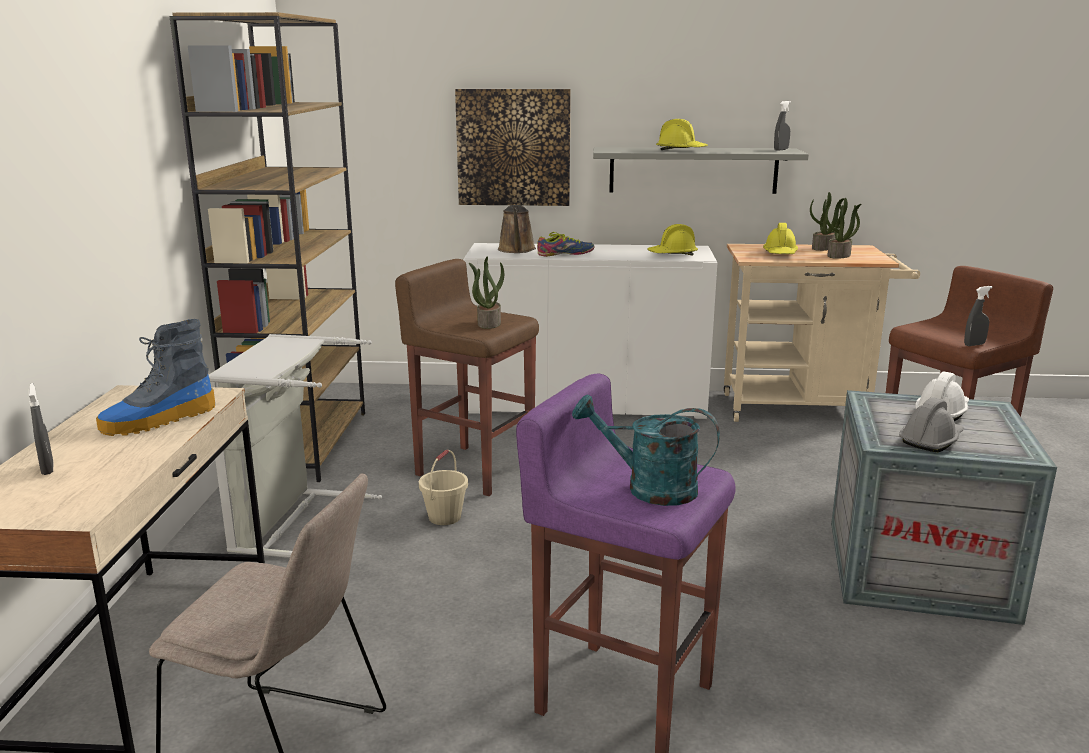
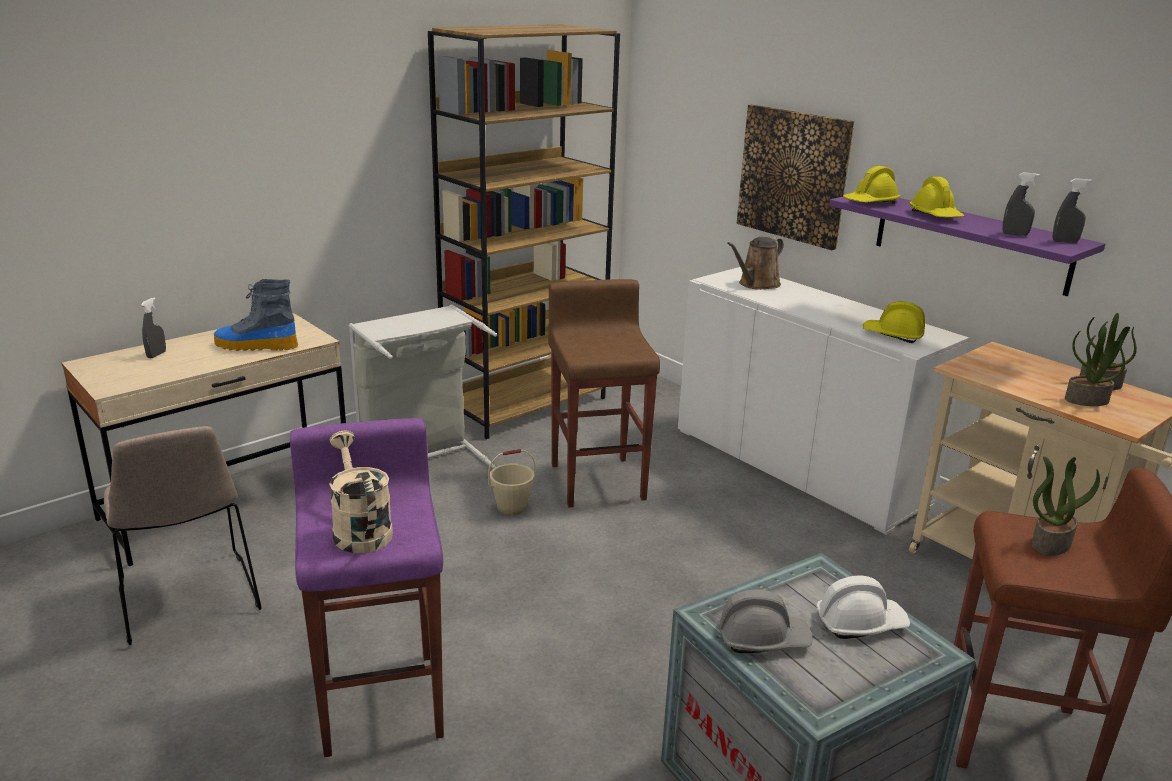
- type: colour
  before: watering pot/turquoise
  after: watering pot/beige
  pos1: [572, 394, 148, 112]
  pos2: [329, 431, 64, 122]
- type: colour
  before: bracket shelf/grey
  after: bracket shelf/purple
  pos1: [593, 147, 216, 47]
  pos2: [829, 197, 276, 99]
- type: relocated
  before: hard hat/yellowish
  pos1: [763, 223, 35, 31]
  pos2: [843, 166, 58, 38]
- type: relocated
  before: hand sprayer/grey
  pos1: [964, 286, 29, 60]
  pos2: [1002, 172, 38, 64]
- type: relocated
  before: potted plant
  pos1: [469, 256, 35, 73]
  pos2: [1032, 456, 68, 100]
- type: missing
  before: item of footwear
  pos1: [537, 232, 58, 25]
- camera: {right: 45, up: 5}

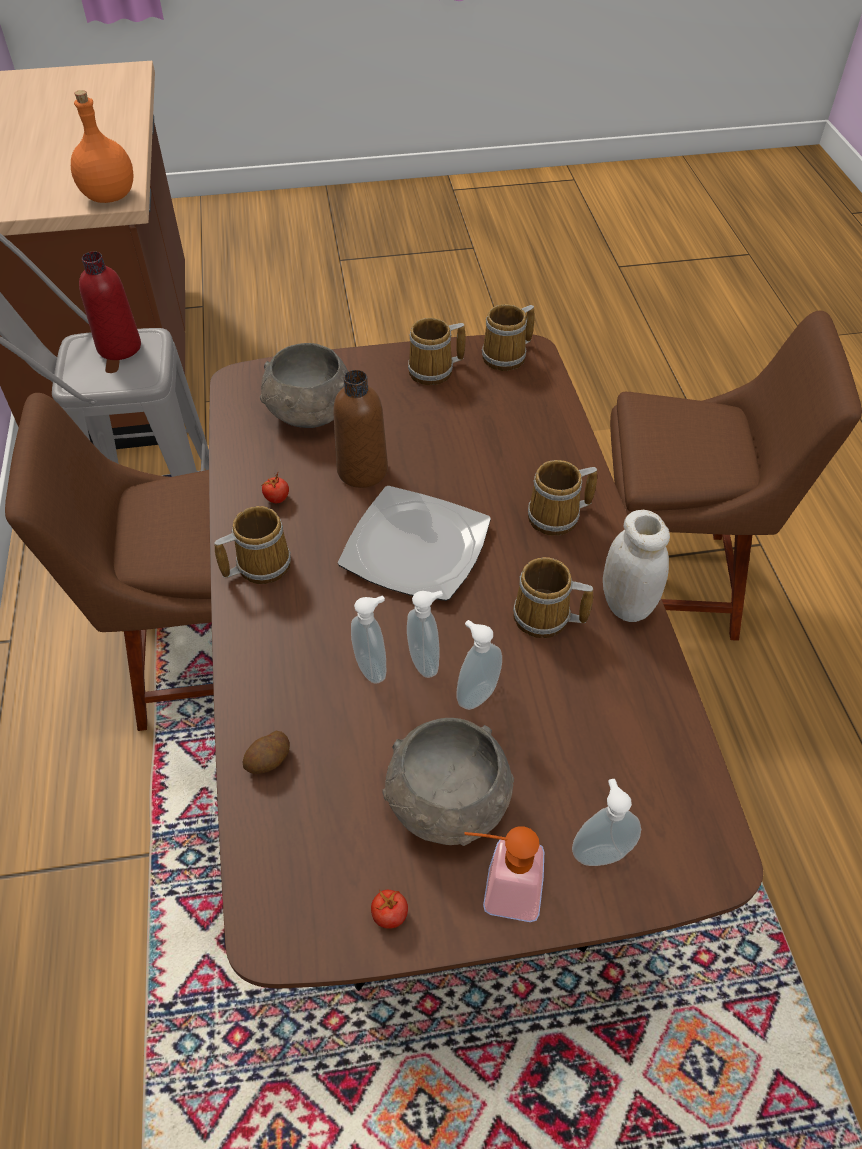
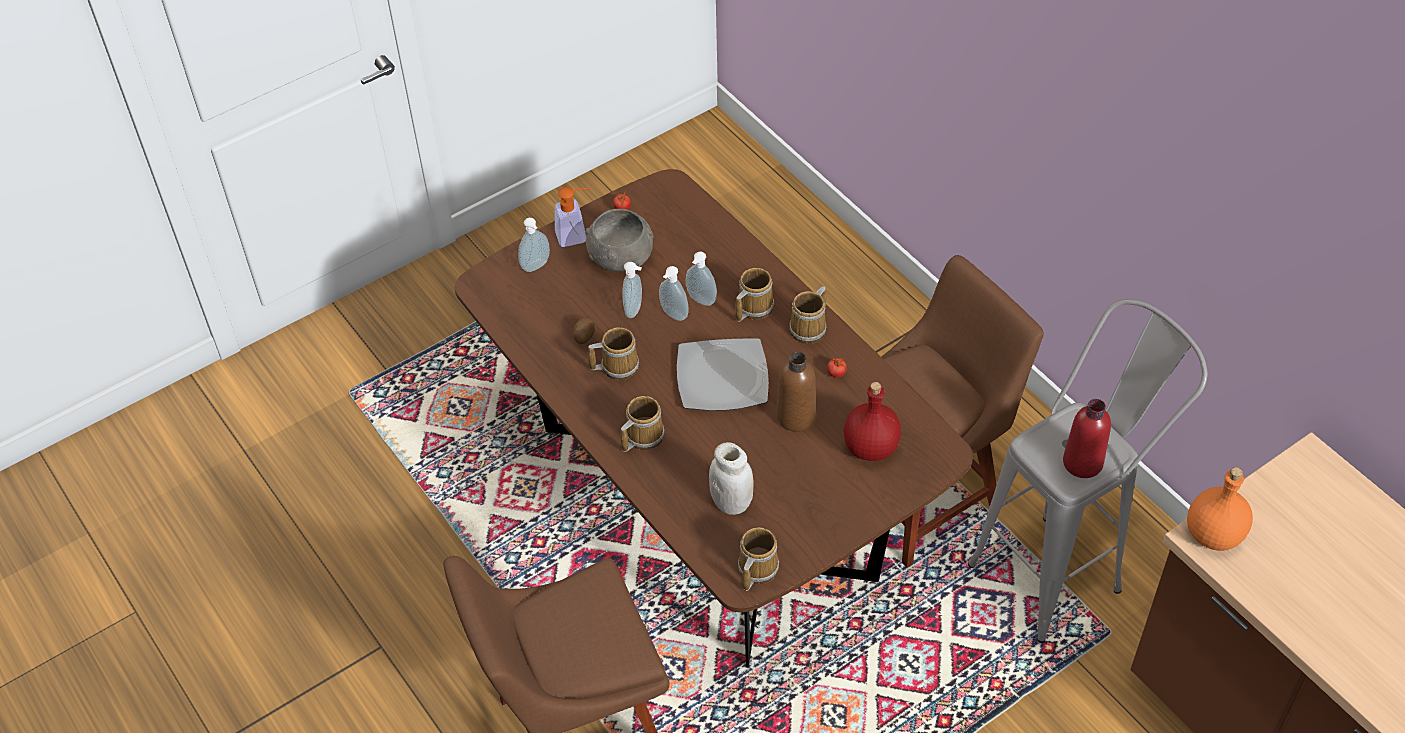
- type: relocated
  before: spud
  pos1: [243, 731, 47, 43]
  pos2: [573, 317, 22, 27]
- type: relocated
  before: preserve jar/white
  pos1: [603, 510, 67, 112]
  pos2: [709, 442, 44, 73]
- type: relocated
  before: mug
  pos1: [408, 318, 58, 67]
  pos2: [735, 268, 39, 54]
- type: exchanged
  before: deep dish/grey
  after: beverage bottle/red-coloured
  pos1: [260, 343, 88, 85]
  pos2: [844, 382, 57, 79]
- camera: {right: 155, up: 0}

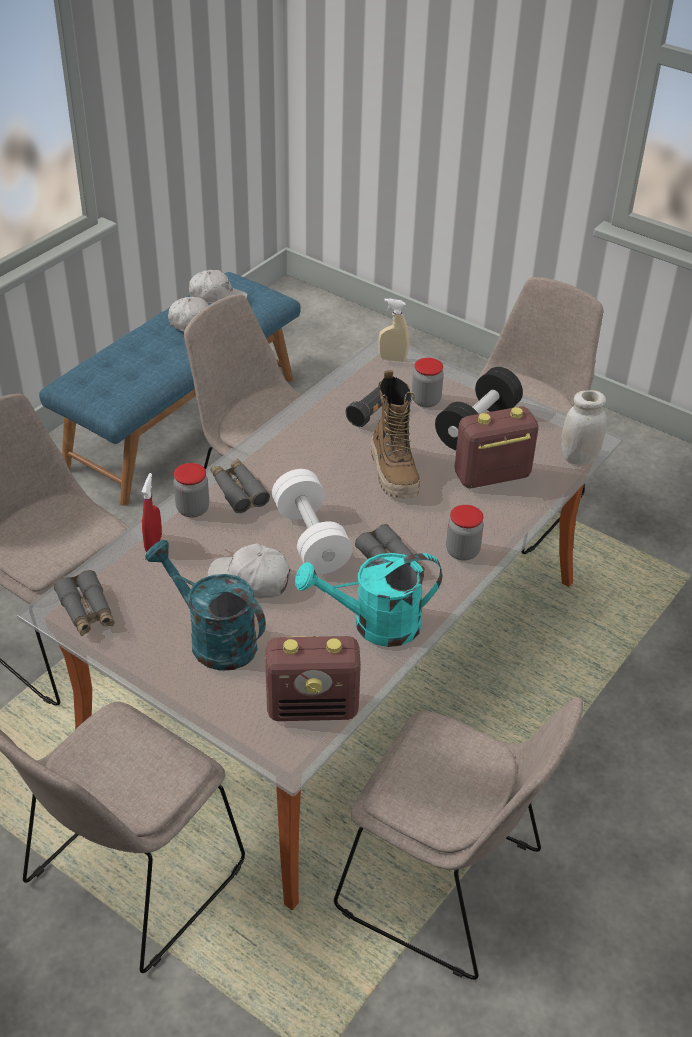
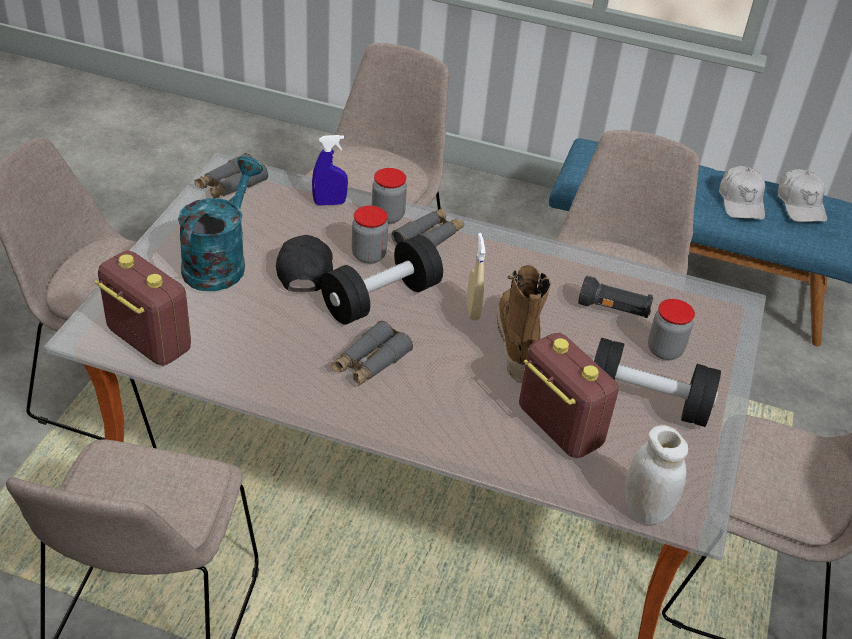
- type: spun
  before: radio
  pos1: [266, 636, 95, 85]
  pos2: [95, 250, 96, 116]
  turn: 150
- type: colour
  before: cap/white
  after: cap/black-coloured
  pos1: [208, 543, 83, 55]
  pos2: [276, 235, 57, 57]
- type: colour
  before: hand sprayer/red-coloured
  after: hand sprayer/blue-coloured
  pos1: [142, 473, 20, 79]
  pos2: [312, 135, 36, 70]
- type: colour
  before: free weight/white
  after: free weight/black-coloured
  pos1: [272, 469, 80, 105]
  pos2: [321, 235, 122, 90]
- type: relocated
  before: preserve jar
  pos1: [446, 505, 38, 56]
  pos2: [352, 206, 36, 58]
- type: relocated
  before: hand sprayer/beige
  pos1: [378, 298, 31, 64]
  pos2: [467, 233, 19, 87]
- type: spun
  before: high-top boot
  pos1: [371, 370, 49, 128]
  pos2: [497, 265, 54, 118]
  turn: 120
- type: missing
  before: watering pot/turquoise
  pos1: [295, 553, 147, 94]
- camera: {right: 70, up: 0}

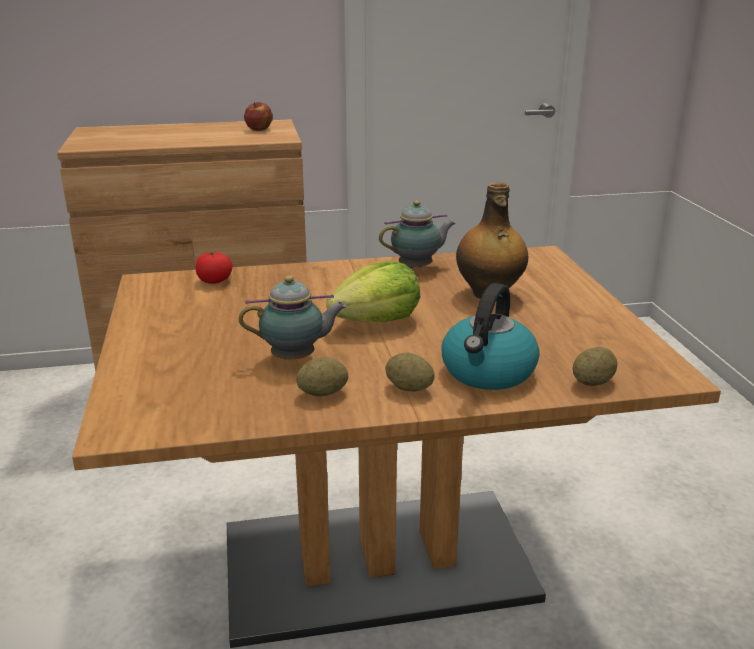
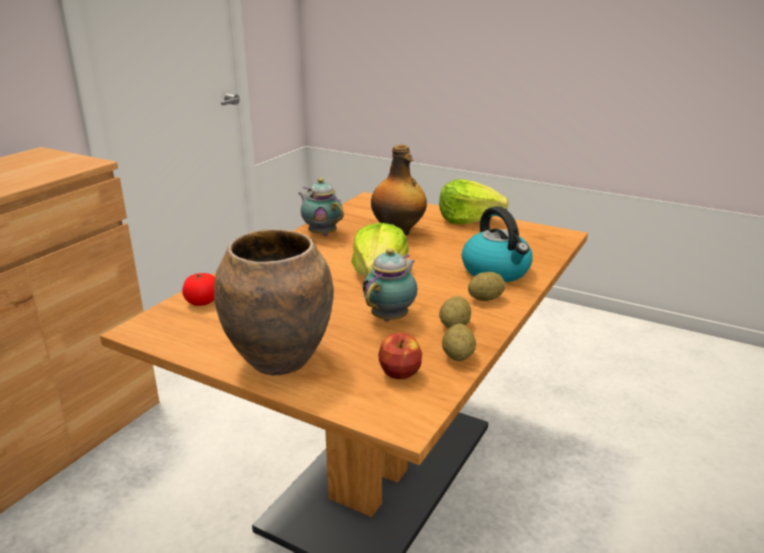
- type: appeared
  after: flower vase/brownish
  pos2: [214, 229, 119, 147]
- type: spun
  before: teapot
  pos1: [379, 200, 77, 69]
  pos2: [298, 178, 46, 58]
  turn: -60
- type: relocated
  before: whole apple
  pos1: [244, 102, 29, 29]
  pos2: [378, 333, 44, 46]
- type: appeared
  after: head of lettuce
  pos2: [439, 179, 70, 45]
- type: relocated
  before: spud
  pos1: [573, 347, 44, 39]
  pos2: [442, 323, 34, 38]
- camera: {right: -50, up: 0}

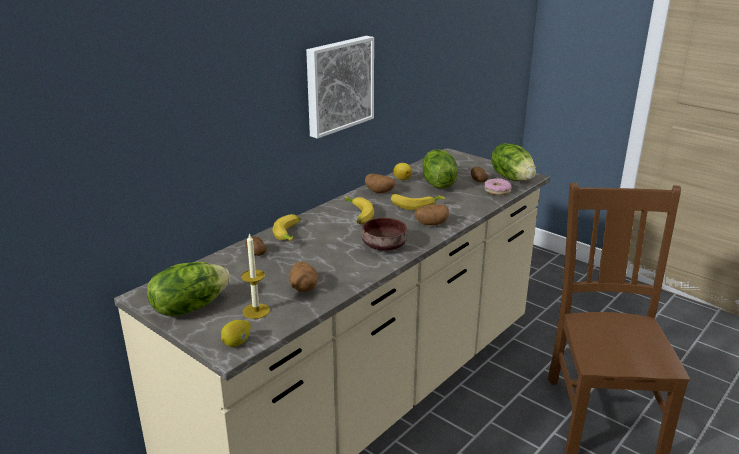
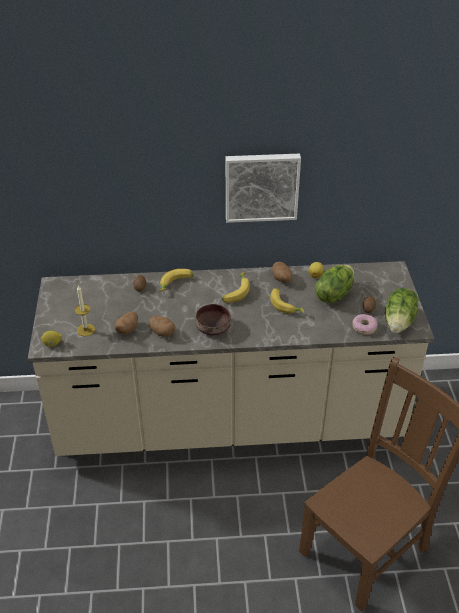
- type: relocated
  before: spud
  pos1: [414, 204, 35, 21]
  pos2: [149, 316, 26, 21]
- type: missing
  before: head of lettuce
  pos1: [147, 262, 83, 54]
- camera: {right: 45, up: 15}

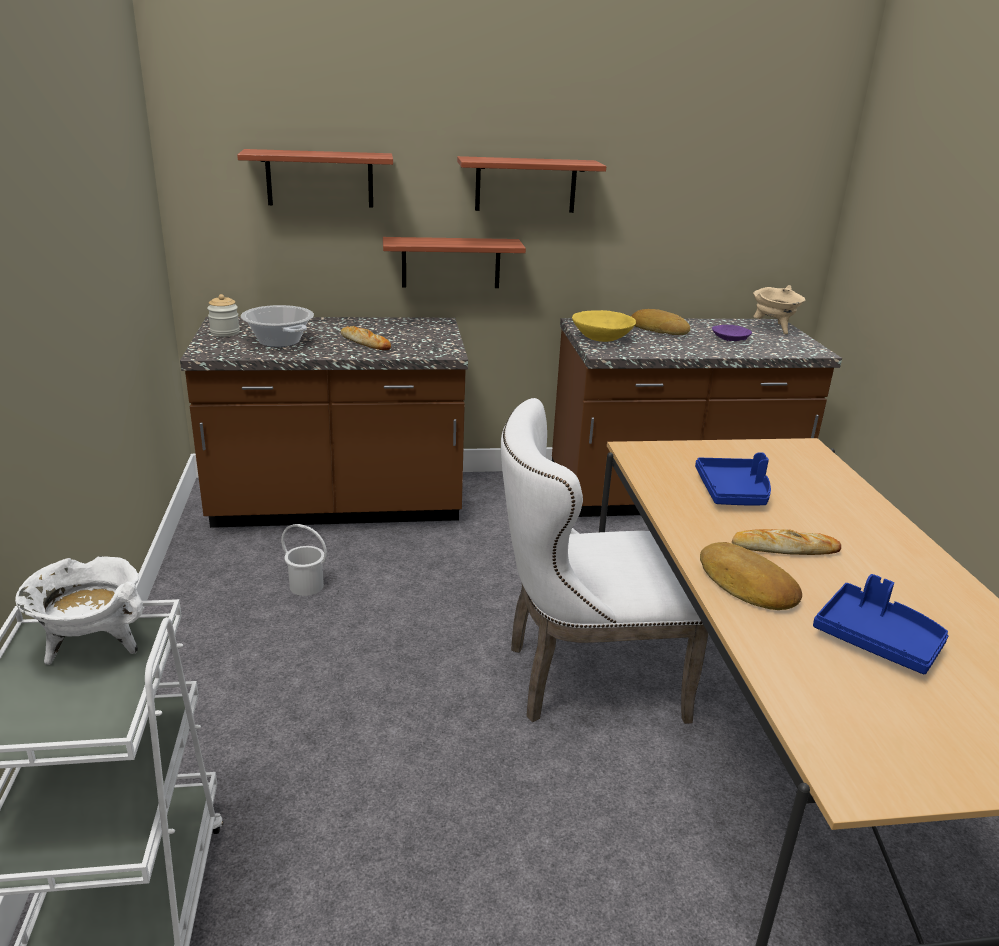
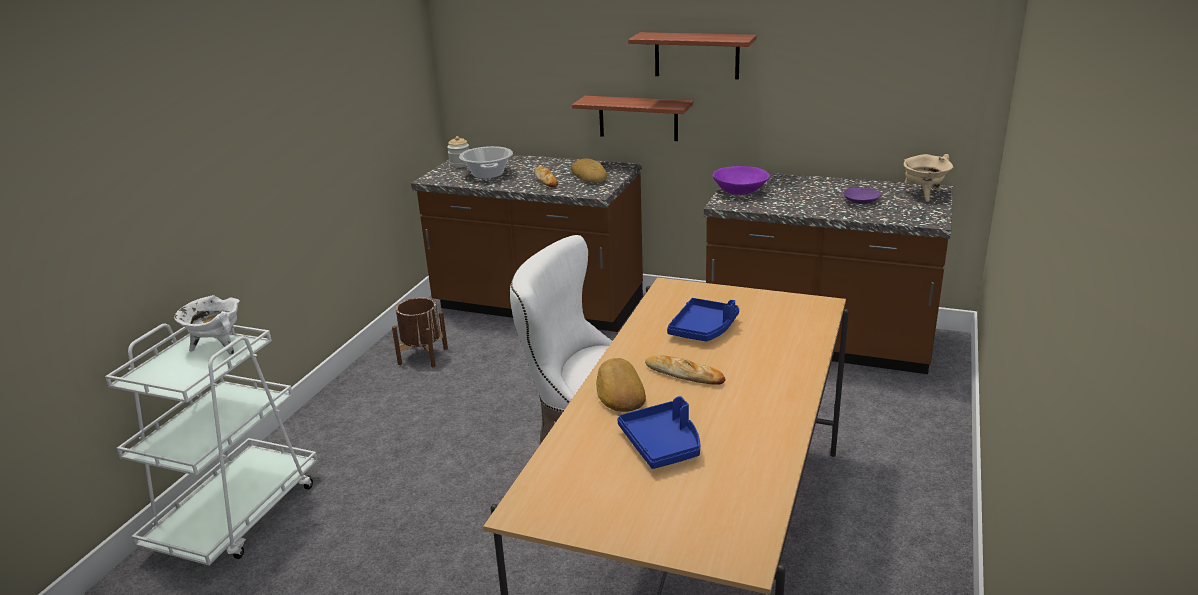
- type: appeared
  after: plant pot/brownish
  pos2: [392, 298, 56, 69]
- type: relocated
  before: bread
  pos1: [631, 309, 59, 26]
  pos2: [571, 158, 36, 25]
- type: colour
  before: deep dish/yellowish
  after: deep dish/purple
  pos1: [572, 310, 64, 32]
  pos2: [713, 166, 57, 29]
- type: missing
  before: bracket shelf
  pos1: [237, 149, 156, 59]
- type: missing
  before: pail/white
  pos1: [281, 524, 46, 72]
- camera: {right: 30, up: 0}

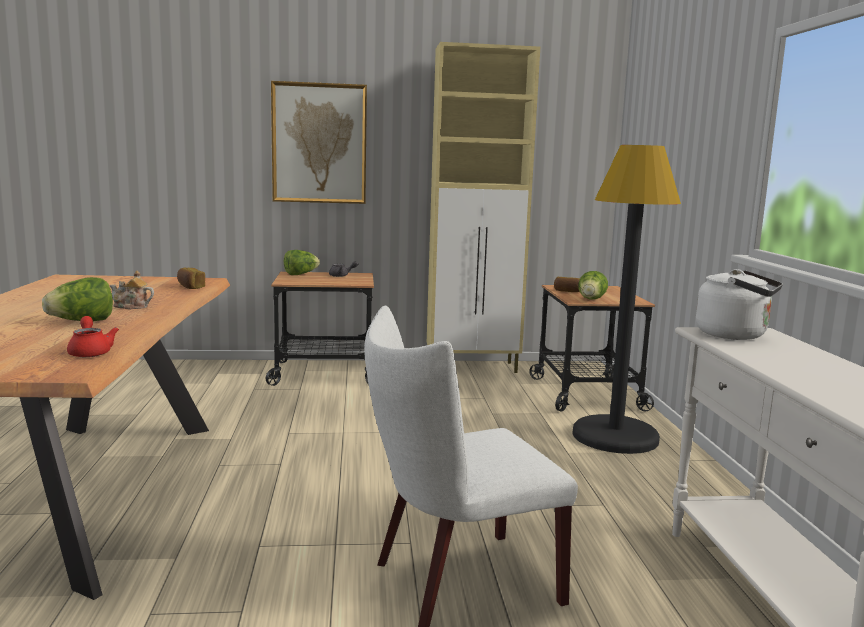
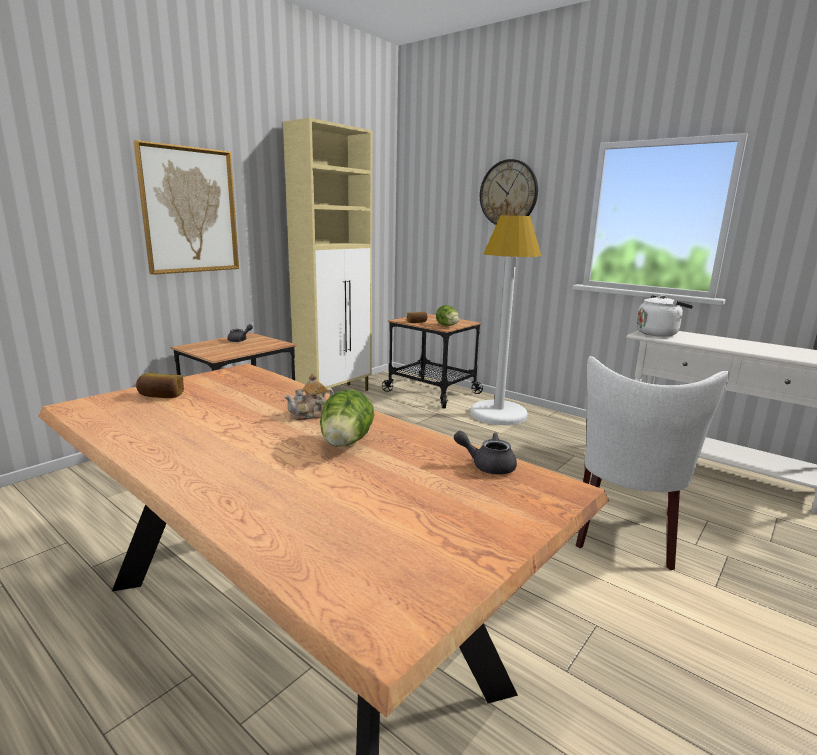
- type: relocated
  before: bread
  pos1: [177, 267, 28, 22]
  pos2: [136, 373, 48, 25]
- type: colour
  before: teapot/red-coloured
  after: teapot/grey
  pos1: [67, 316, 52, 41]
  pos2: [454, 431, 63, 44]
- type: colour
  before: standard lamp/black-coloured
  after: standard lamp/white
  pos1: [572, 145, 109, 309]
  pos2: [470, 215, 71, 210]
- type: appeared
  after: hanging clock
  pos2: [480, 159, 58, 66]
- type: missing
  before: head of lettuce
  pos1: [284, 250, 36, 25]
- camera: {right: -45, up: 5}

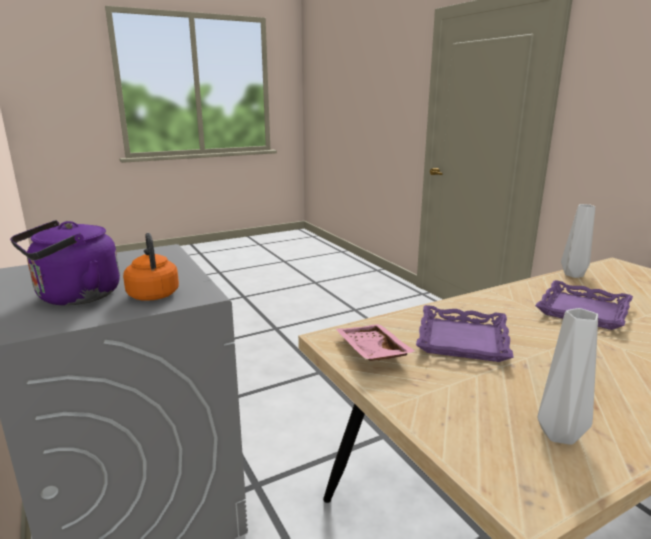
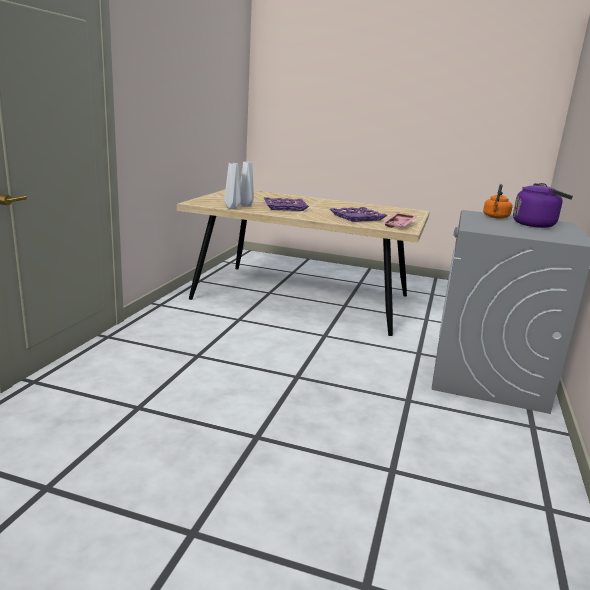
- type: relocated
  before: flower vase/white
  pos1: [537, 308, 61, 137]
  pos2: [240, 161, 14, 46]
- camera: {right: -135, up: 0}

